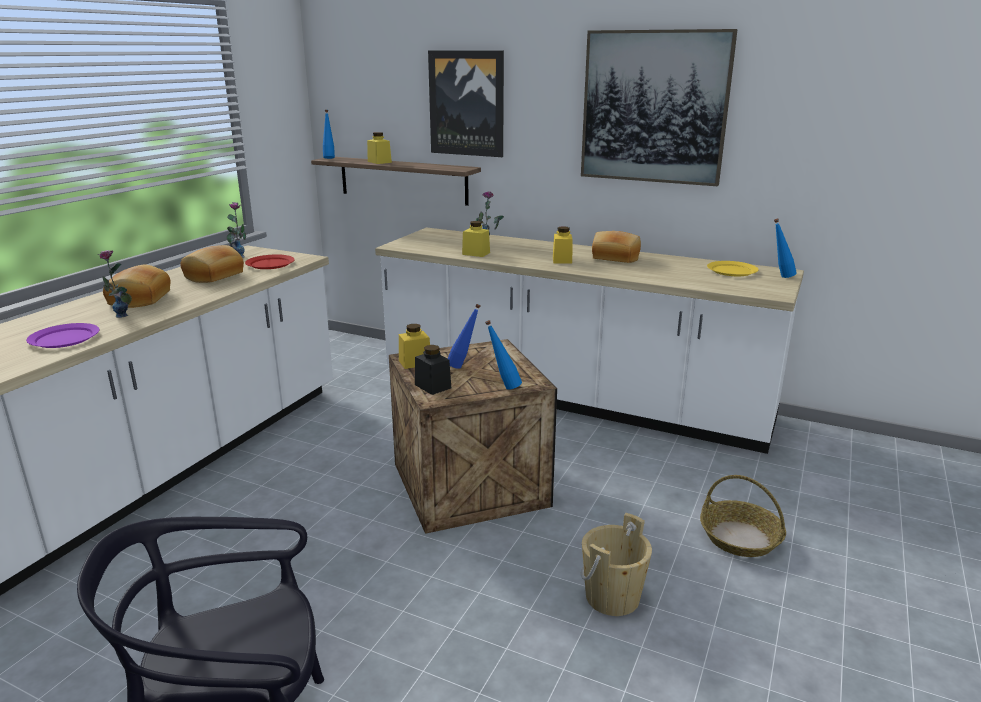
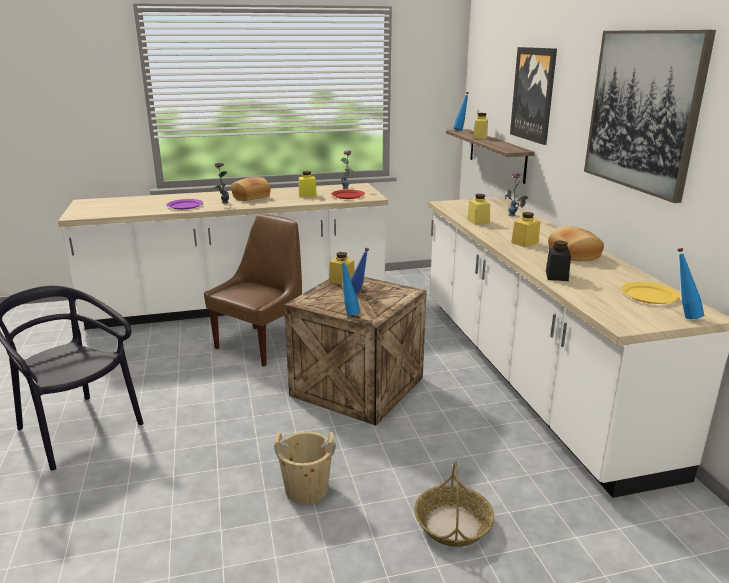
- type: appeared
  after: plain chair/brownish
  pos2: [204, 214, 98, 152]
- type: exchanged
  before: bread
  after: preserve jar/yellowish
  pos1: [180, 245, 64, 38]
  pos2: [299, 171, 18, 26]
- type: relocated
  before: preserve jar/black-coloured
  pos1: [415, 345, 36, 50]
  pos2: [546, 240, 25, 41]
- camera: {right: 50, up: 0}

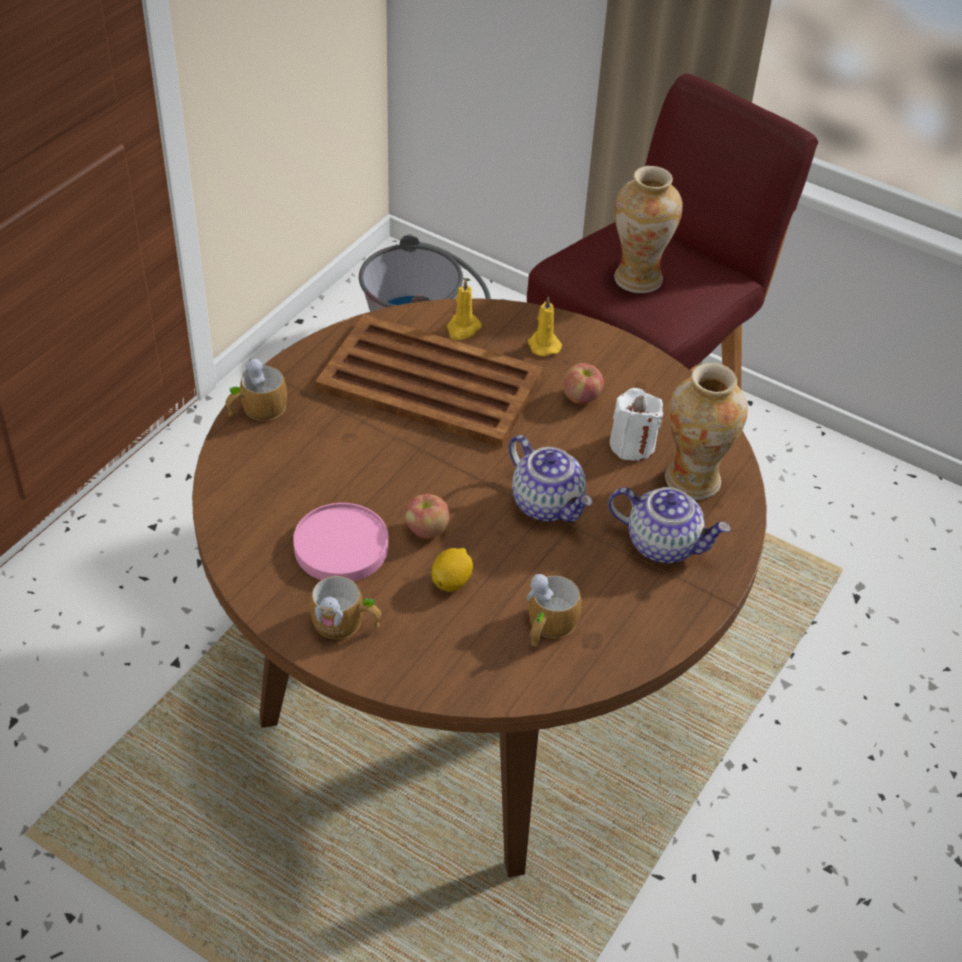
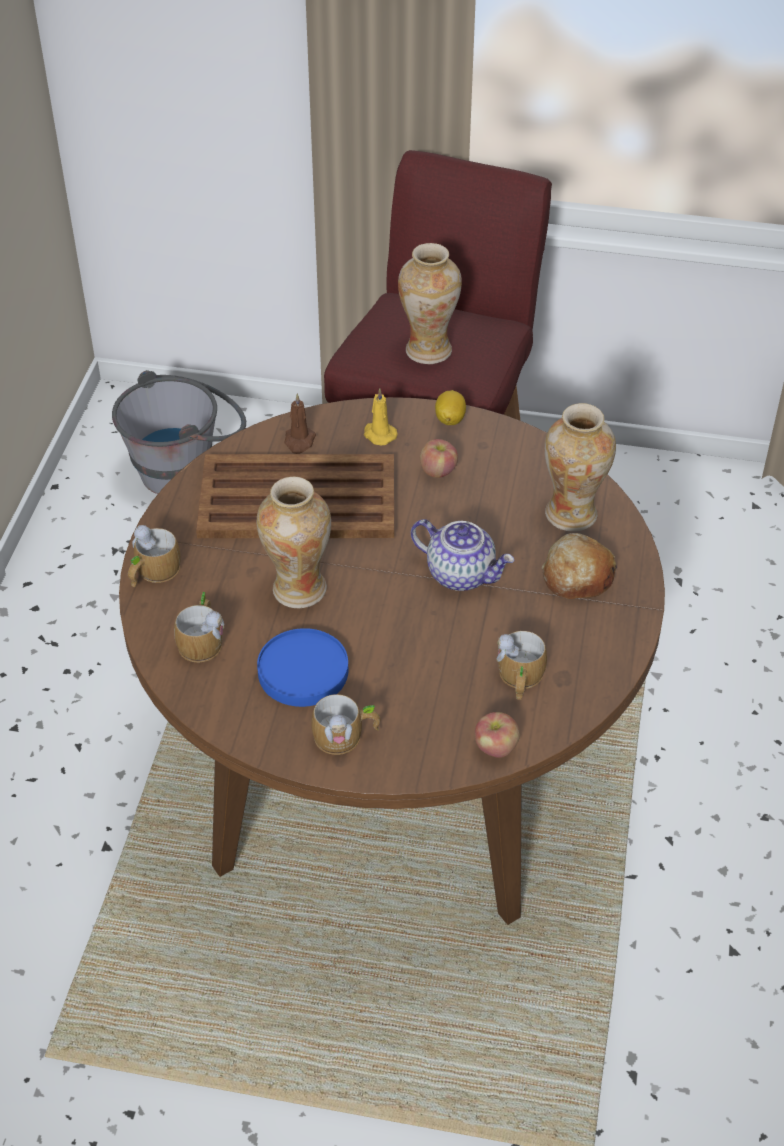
- type: appeared
  after: mug
  pos2: [174, 592, 50, 70]
- type: appeared
  after: flower vase
  pos2: [256, 477, 75, 131]
- type: colour
  before: flat dish/pinkish
  after: flat dish/blue-coloured
  pos1: [293, 503, 96, 79]
  pos2: [257, 628, 91, 79]
- type: colour
  before: candle/yellowish
  after: candle/brownish
  pos1: [447, 278, 35, 62]
  pos2: [285, 393, 31, 61]
- type: relocated
  before: lemon
  pos1: [431, 548, 42, 44]
  pos2: [435, 390, 31, 35]
- type: relocated
  before: whole apple
  pos1: [405, 494, 44, 45]
  pos2: [475, 712, 45, 46]
- type: exchanged
  before: teapot
  after: bread
  pos1: [608, 487, 123, 76]
  pos2: [542, 533, 75, 66]
- type: missing
  before: candle/white
  pos1: [610, 388, 53, 73]
- camera: {right: -20, up: 0}

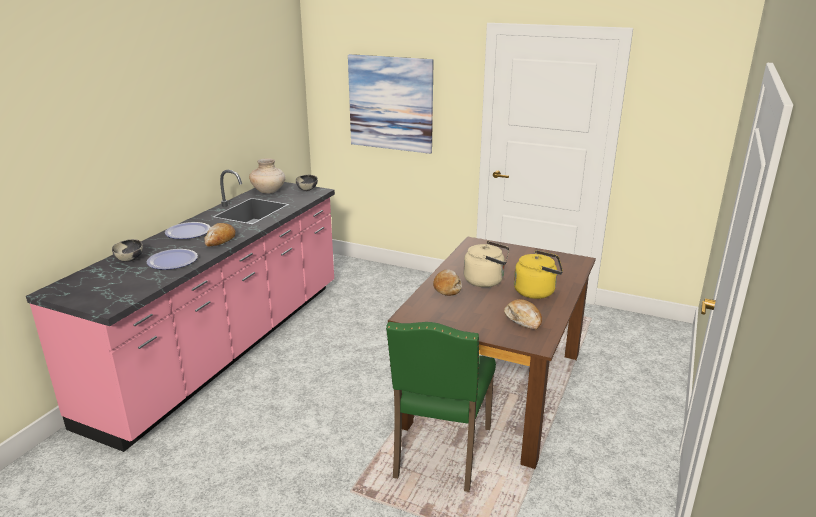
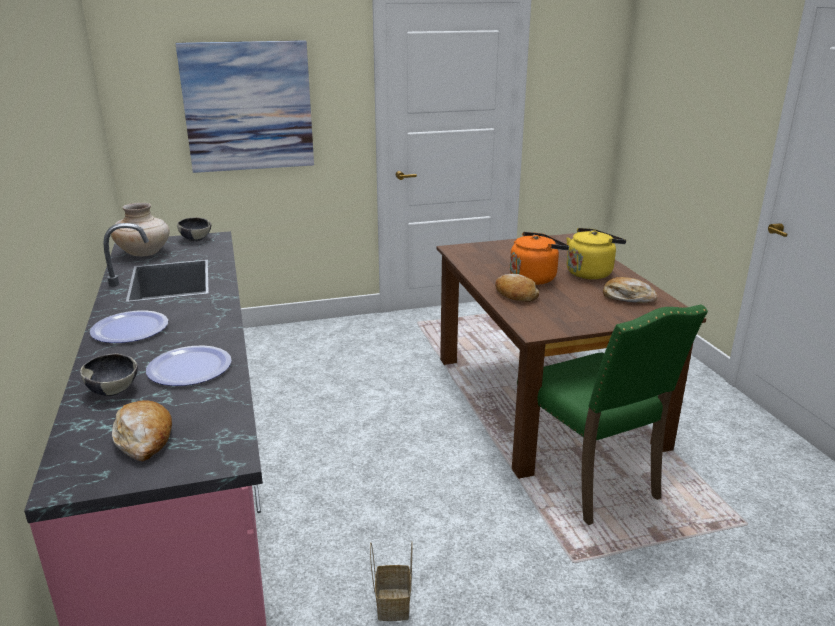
- type: relocated
  before: bread
  pos1: [204, 223, 32, 23]
  pos2: [112, 400, 60, 62]
- type: appeared
  after: storage basket
  pos2: [370, 542, 42, 79]
- type: colour
  before: kettle/beige
  after: kettle/orangey
  pos1: [464, 241, 45, 46]
  pos2: [510, 232, 59, 53]
- camera: {right: -40, up: 0}

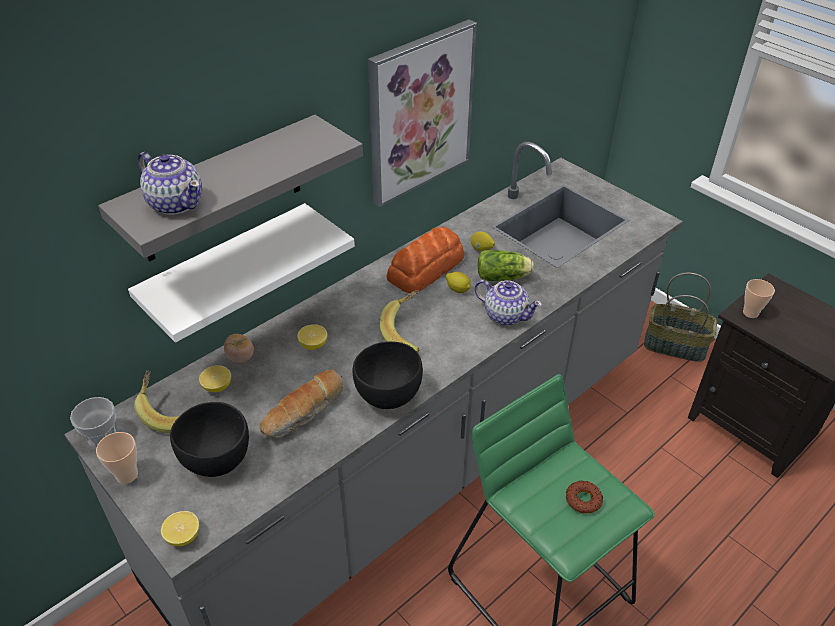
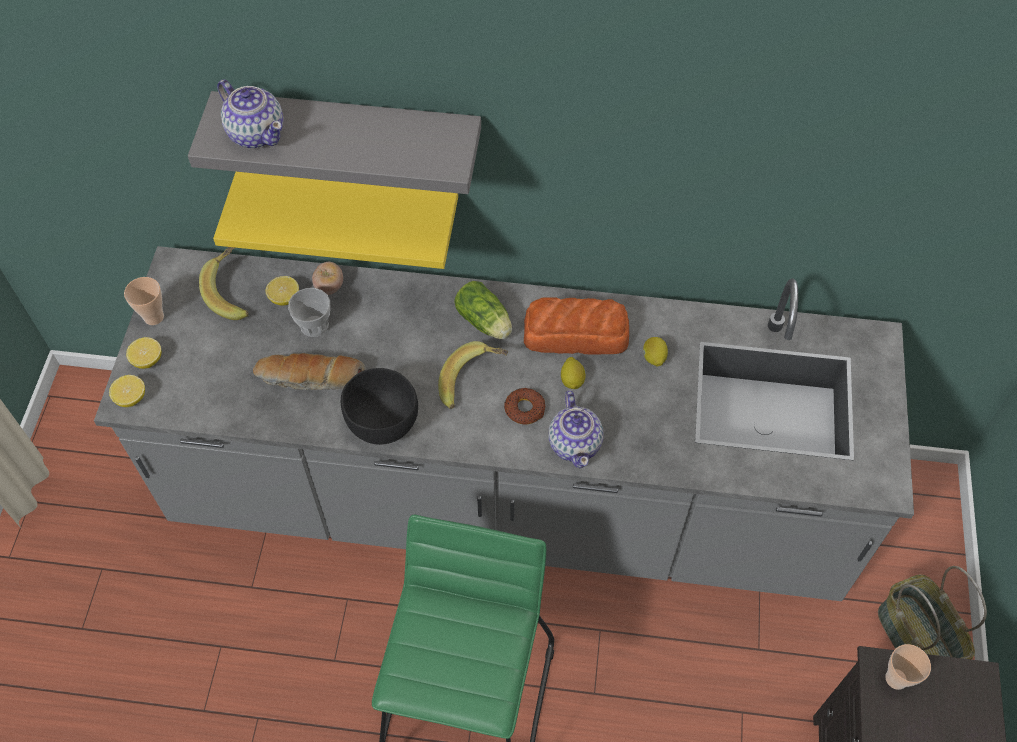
- type: relocated
  before: lemon
  pos1: [297, 324, 30, 26]
  pos2: [126, 337, 35, 32]
- type: colour
  before: bracket shelf/white
  after: bracket shelf/yellowish
  pos1: [128, 203, 227, 140]
  pos2: [213, 172, 245, 97]
- type: spun
  before: teapot
  pos1: [138, 152, 64, 63]
  pos2: [217, 79, 67, 69]
  turn: -45
- type: relocated
  before: drinking cup
  pos1: [70, 397, 46, 51]
  pos2: [288, 288, 42, 49]
- type: relocated
  before: head of lettuce
  pos1: [477, 250, 57, 31]
  pos2: [455, 281, 57, 58]
- type: relocated
  before: doughnut
  pos1: [566, 481, 37, 33]
  pos2: [504, 388, 41, 36]
- type: missing
  before: deep dish/black-coloured
  pos1: [170, 402, 79, 75]
- type: missing
  before: picture
  pos1: [368, 19, 109, 188]
- camera: {right: 50, up: 15}

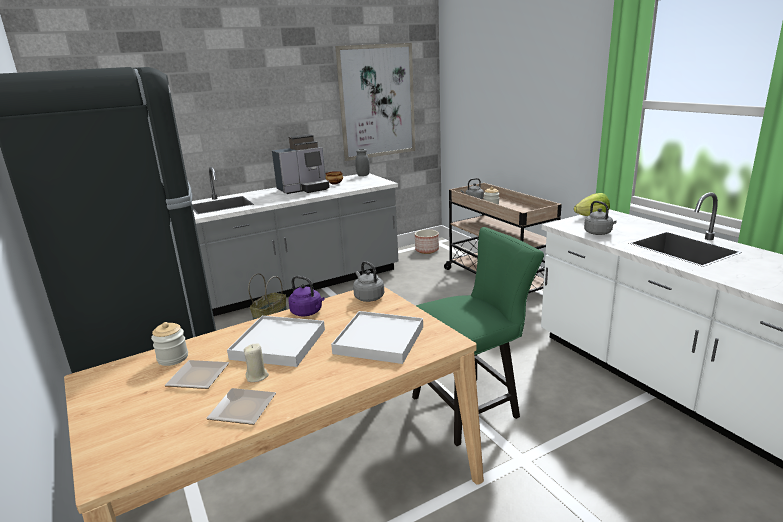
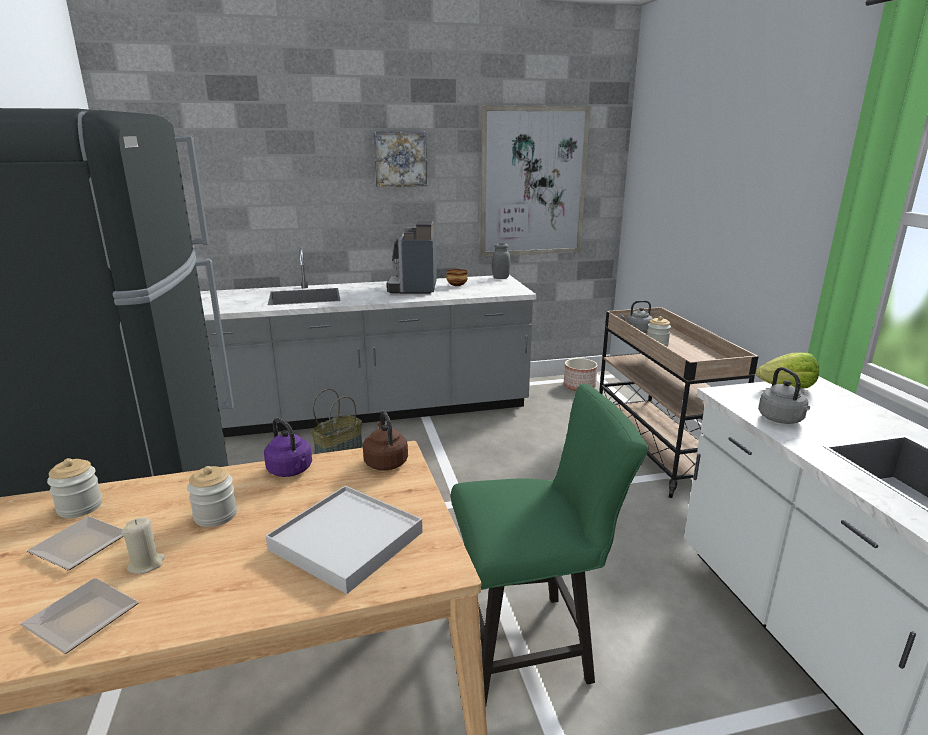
- type: exchanged
  before: carrying tray/white
  after: preserve jar
  pos1: [227, 316, 98, 51]
  pos2: [187, 466, 50, 61]
- type: colour
  before: kettle/grey
  after: kettle/brownish
  pos1: [353, 261, 31, 41]
  pos2: [363, 411, 45, 60]
- type: appeared
  after: picture
  pos2: [373, 132, 54, 55]
- type: spun
  before: coffee maker
  pos1: [272, 134, 58, 60]
  pos2: [387, 220, 50, 74]
  turn: 105
- camera: {right: 15, up: 0}

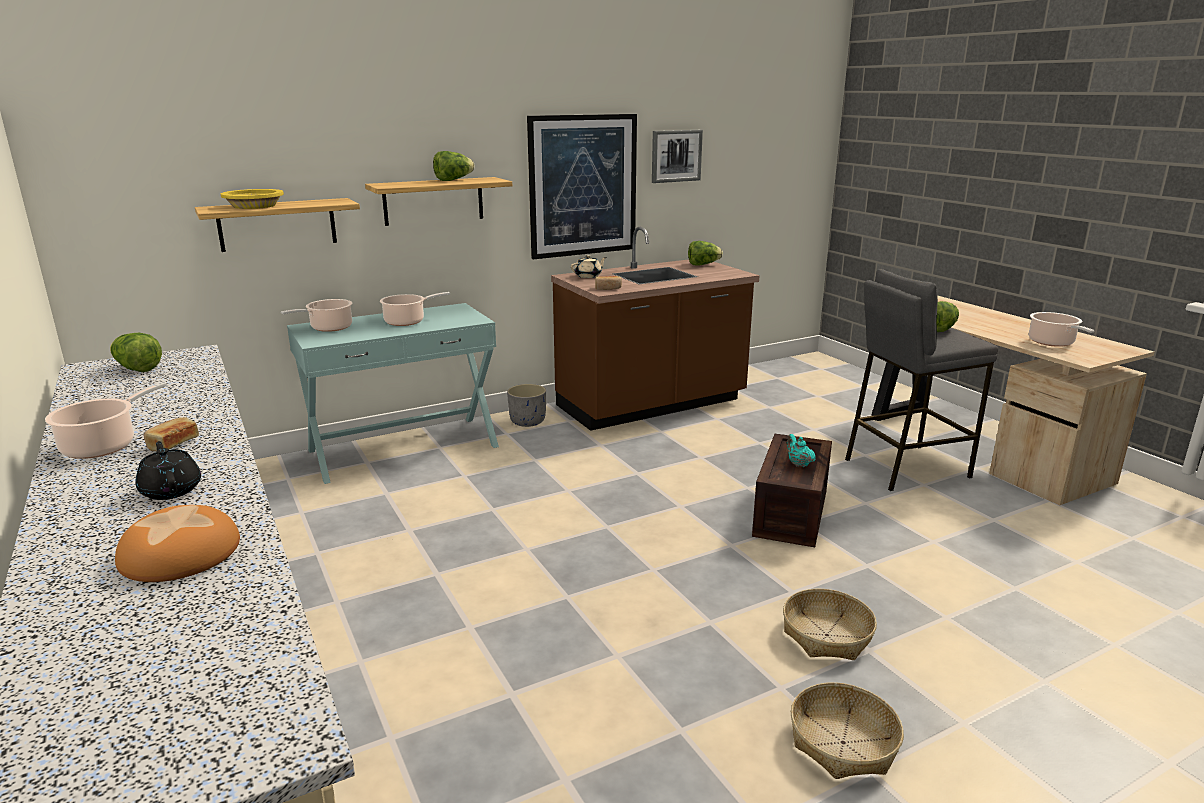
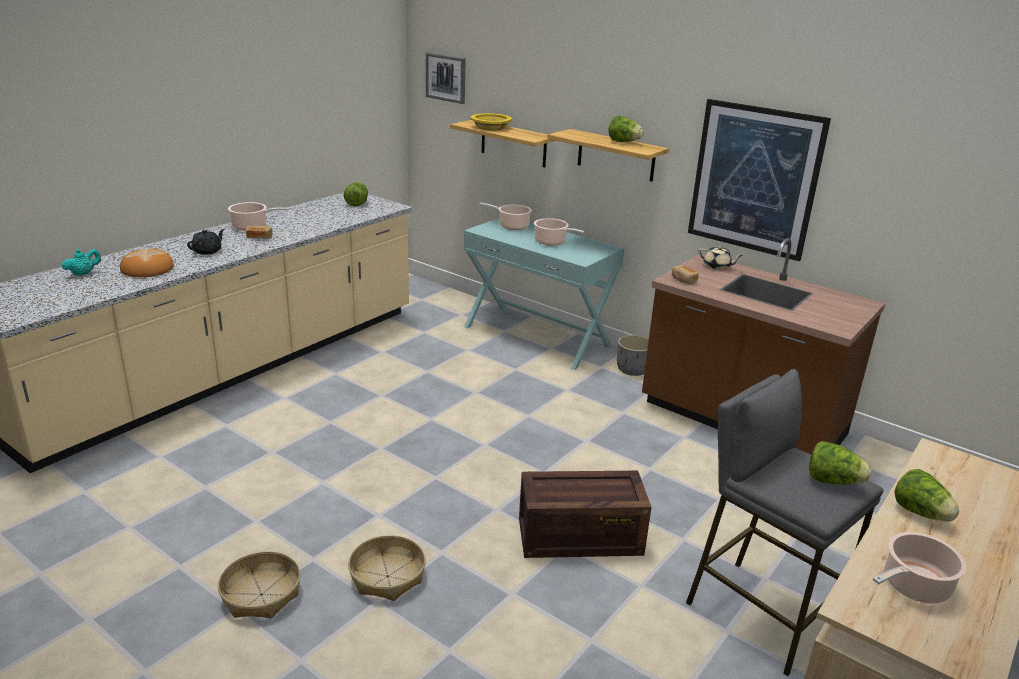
- type: relocated
  before: teapot/turquoise
  pos1: [787, 434, 29, 33]
  pos2: [62, 249, 39, 27]
- type: relocated
  before: picture
  pos1: [652, 130, 51, 53]
  pos2: [426, 53, 39, 51]
- type: relocated
  before: head of lettuce
  pos1: [688, 241, 35, 25]
  pos2: [894, 469, 65, 53]
- camera: {right: 65, up: 5}

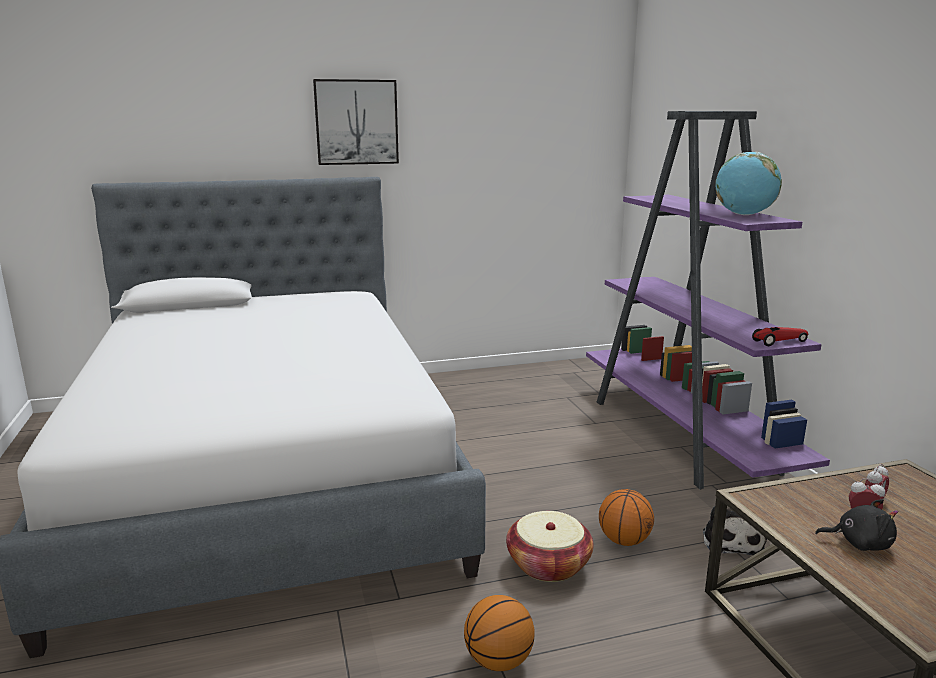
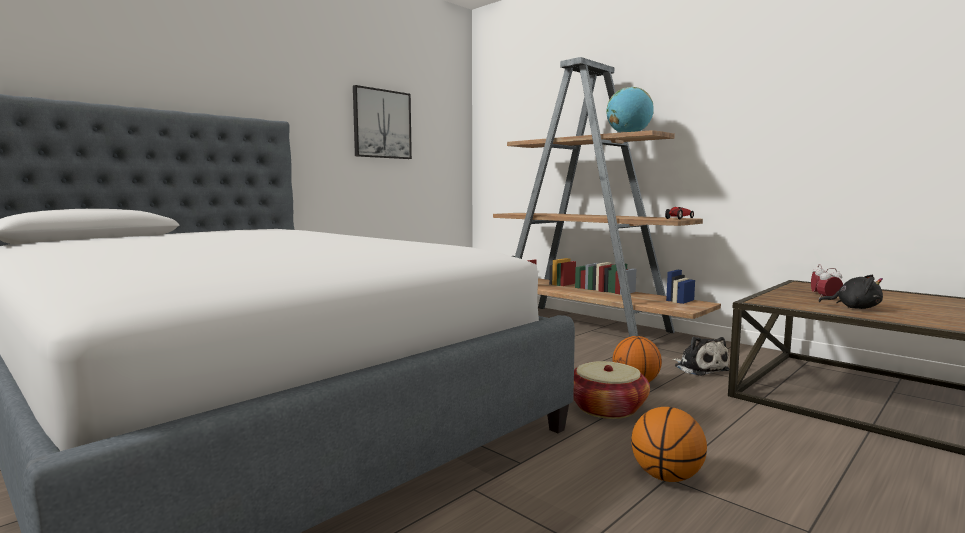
- type: relocated
  before: picture
  pos1: [313, 79, 86, 86]
  pos2: [353, 85, 59, 74]
- type: colour
  before: bookcase/purple
  after: bookcase/brownish
  pos1: [586, 111, 244, 378]
  pos2: [493, 57, 228, 280]
- type: spun
  before: soft toy/black-coloured
  pos1: [815, 499, 83, 52]
  pos2: [819, 275, 64, 34]
  turn: 45
- camera: {right: -30, up: -10}

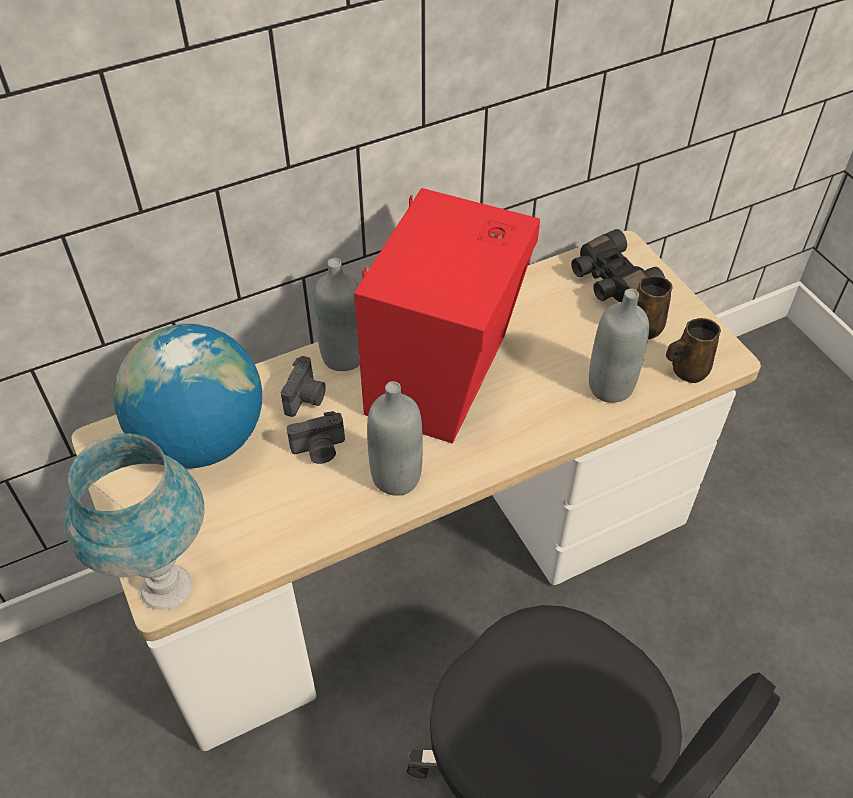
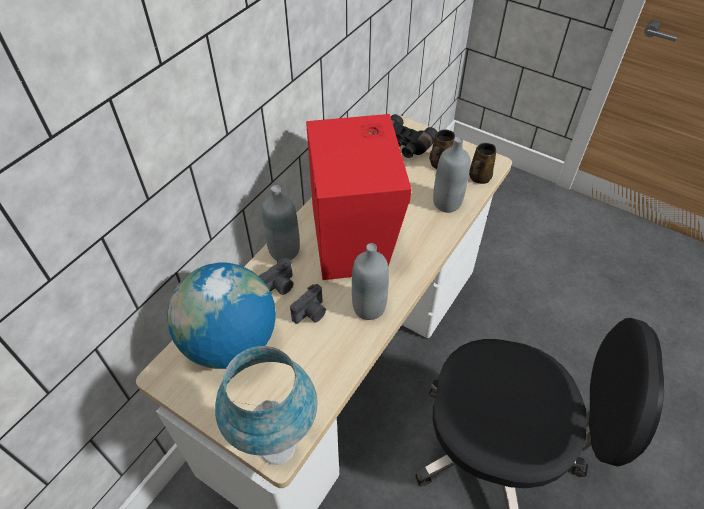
- type: spun
  before: still camera
  pos1: [281, 356, 45, 61]
  pos2: [259, 258, 34, 37]
  turn: 60
- camera: {right: -30, up: 0}

